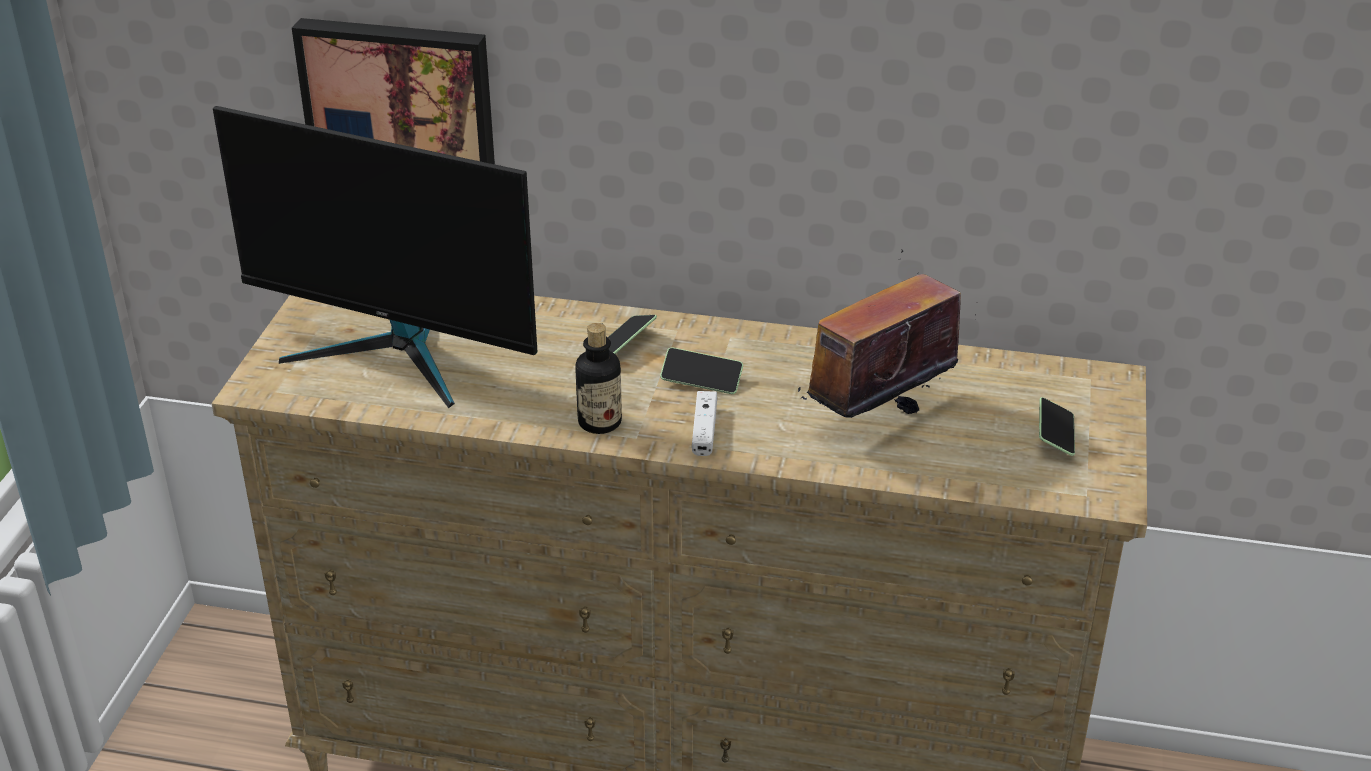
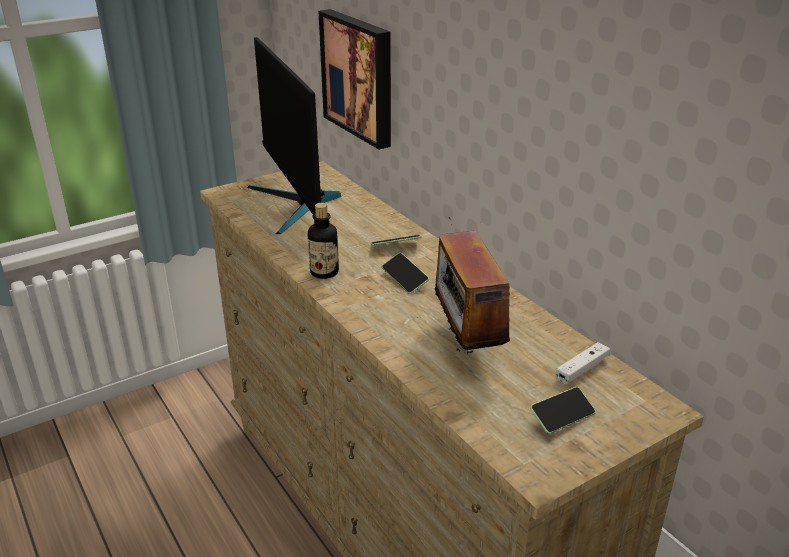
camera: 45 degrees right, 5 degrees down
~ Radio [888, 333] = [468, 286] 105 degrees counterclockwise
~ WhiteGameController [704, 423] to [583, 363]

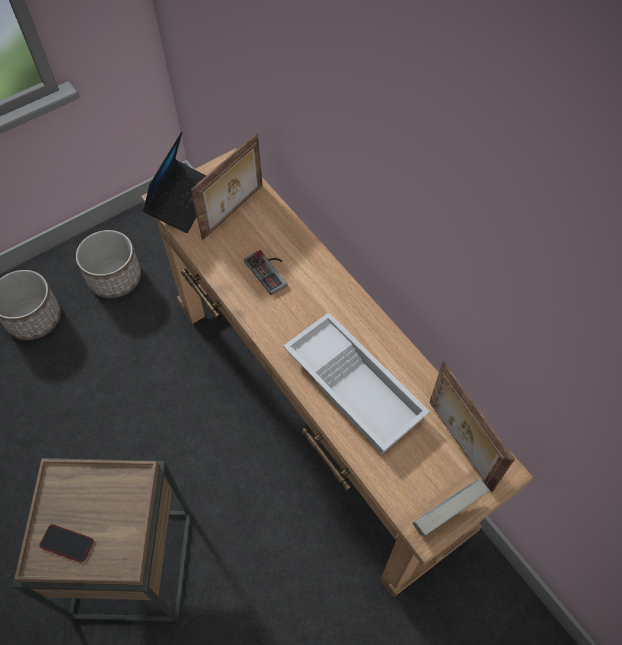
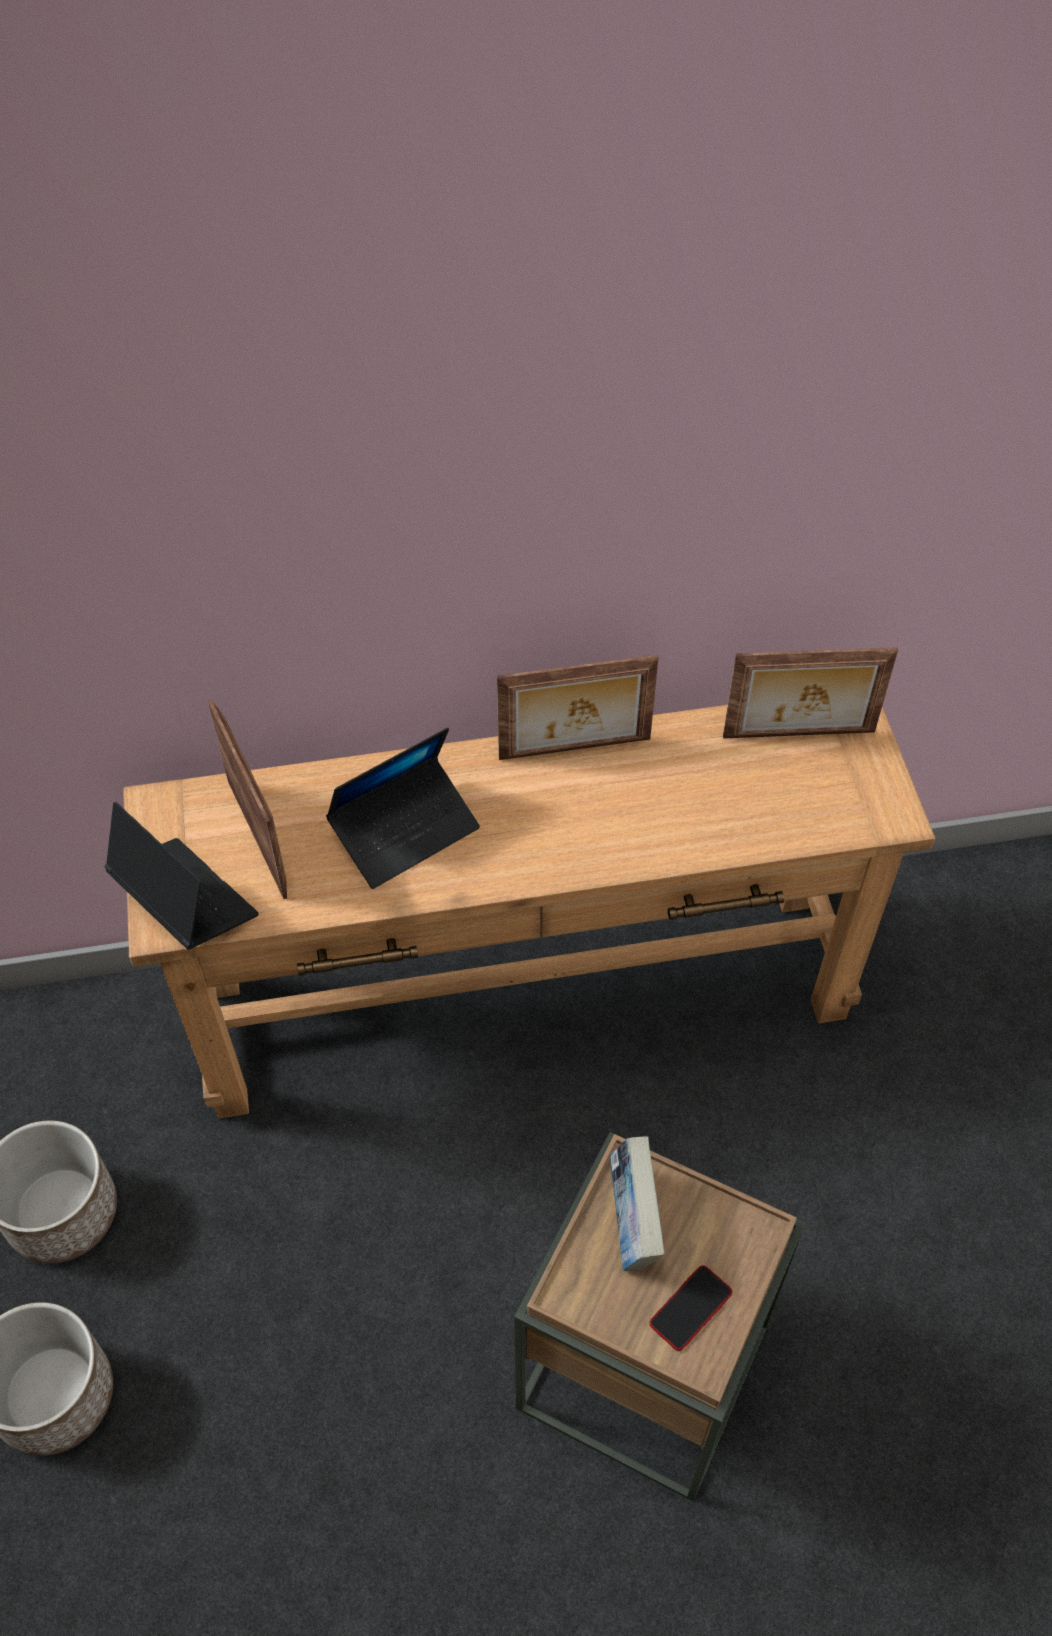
camera: 65 degrees left, 5 degrees down
~ GameController [266, 272] to Laptop [403, 808]
- WhiteTray [356, 383]
~ Book [451, 507] to [637, 1203]
+ PictureFrame [578, 707]

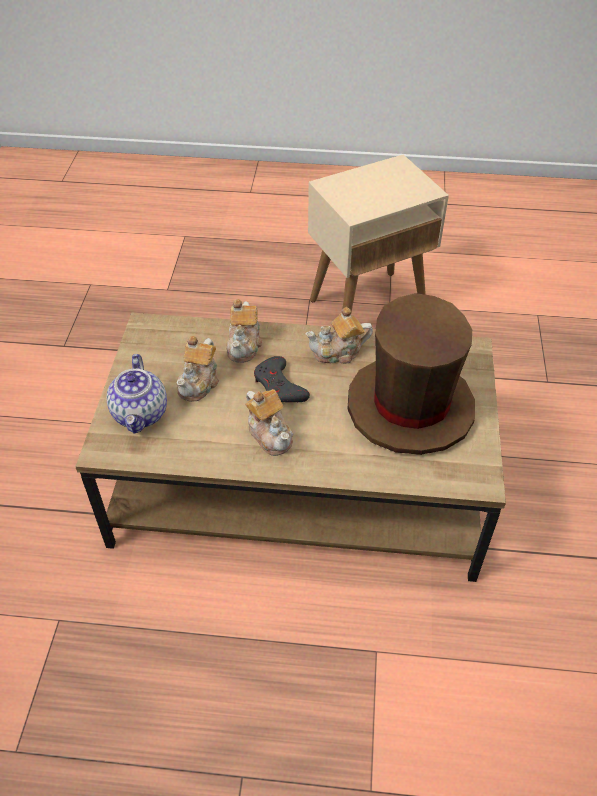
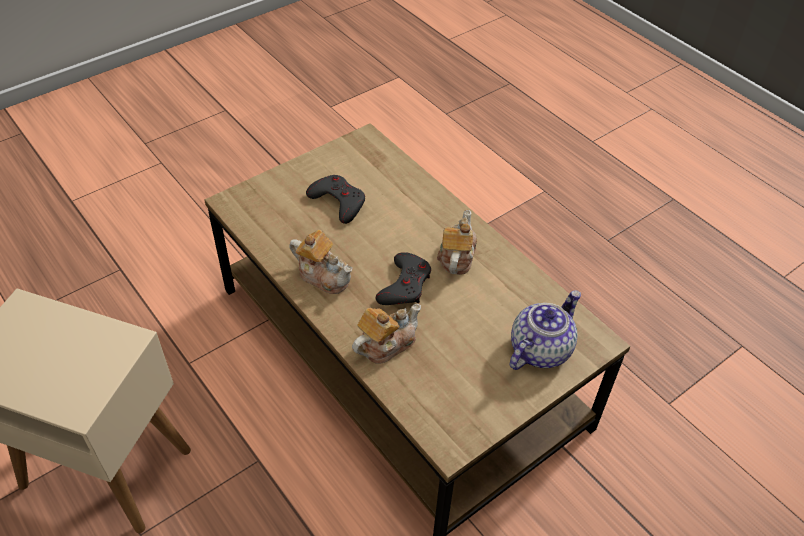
camera: 135 degrees left, 0 degrees up
~ BrownHat [411, 374] to GreyGameController [335, 199]
- Teapot [198, 369]

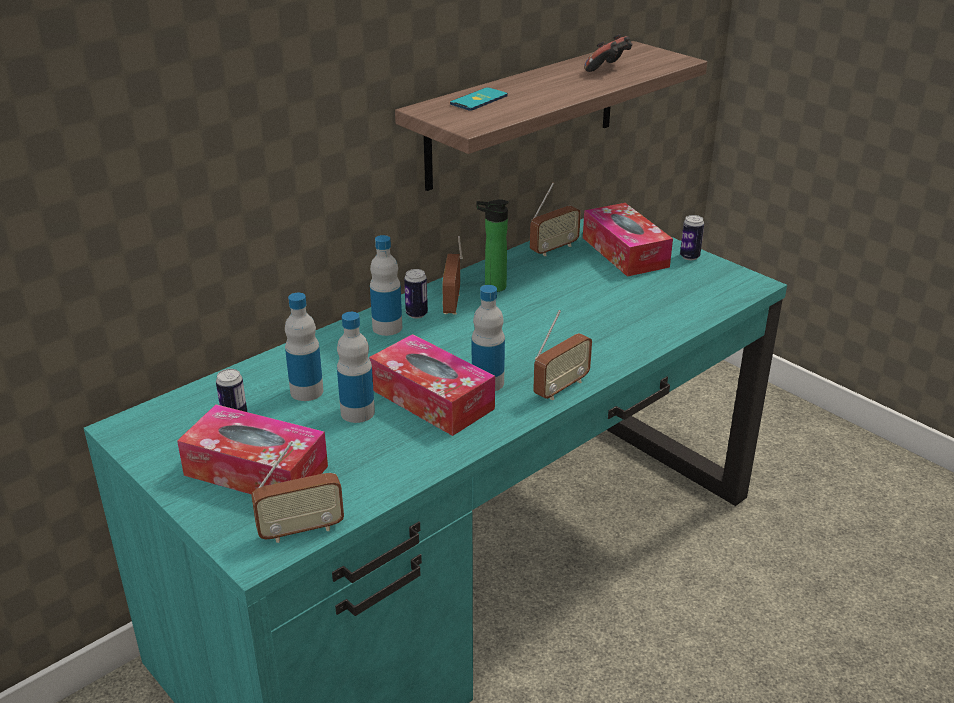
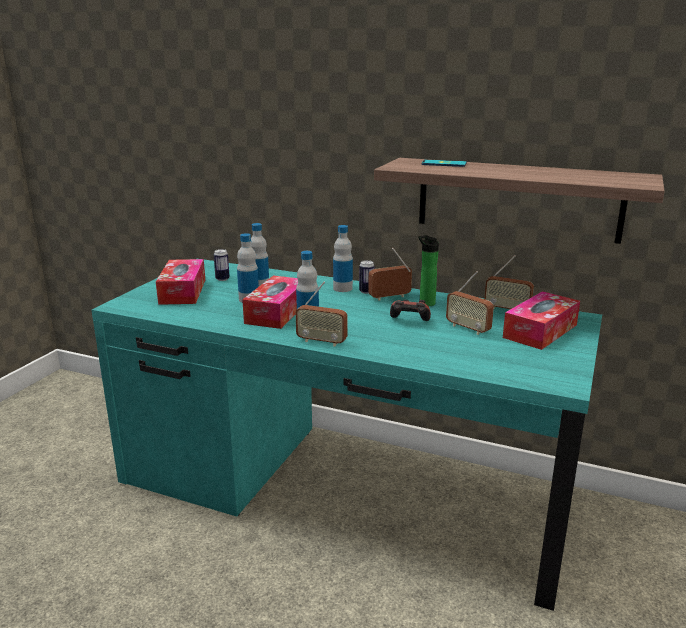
camera: 65 degrees right, 10 degrees down
~ GameController [608, 53] to [410, 310]
- Can [692, 237]
~ Radio [297, 492] to [470, 303]

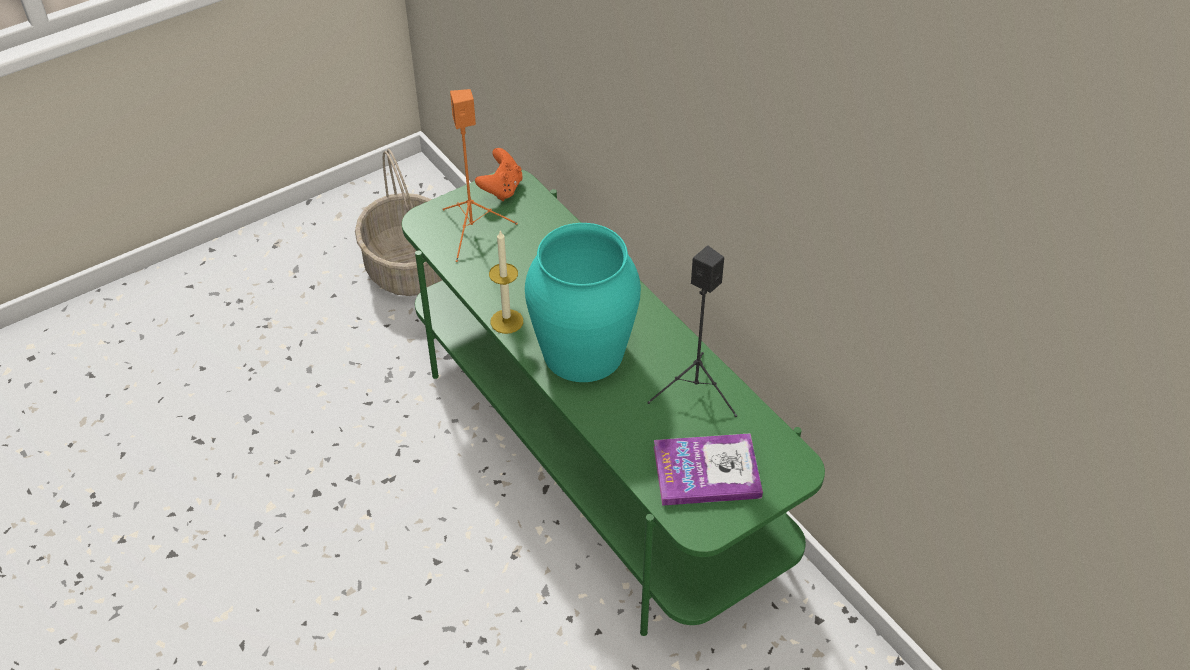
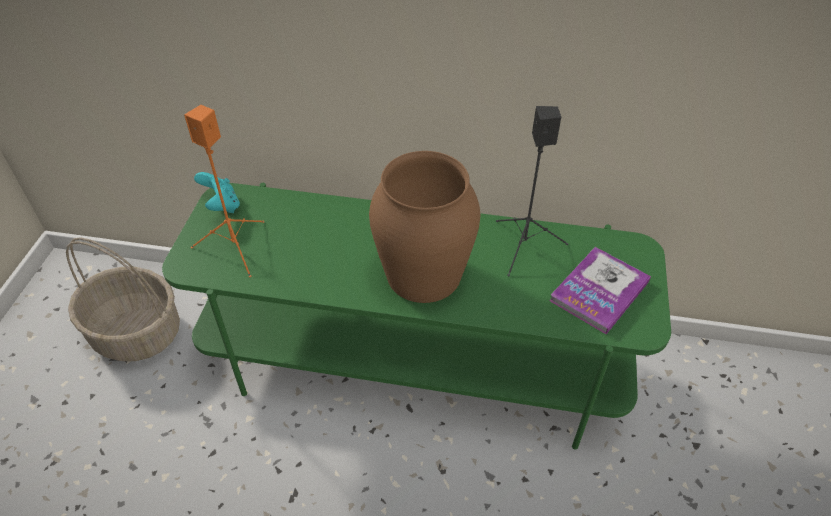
camera: 45 degrees left, 0 degrees up
~ OrangeGameController [499, 174] to TurquoiseGameController [217, 192]
~ TurquoiseVase [583, 302] to BrownVase [424, 227]
- Candle [506, 282]

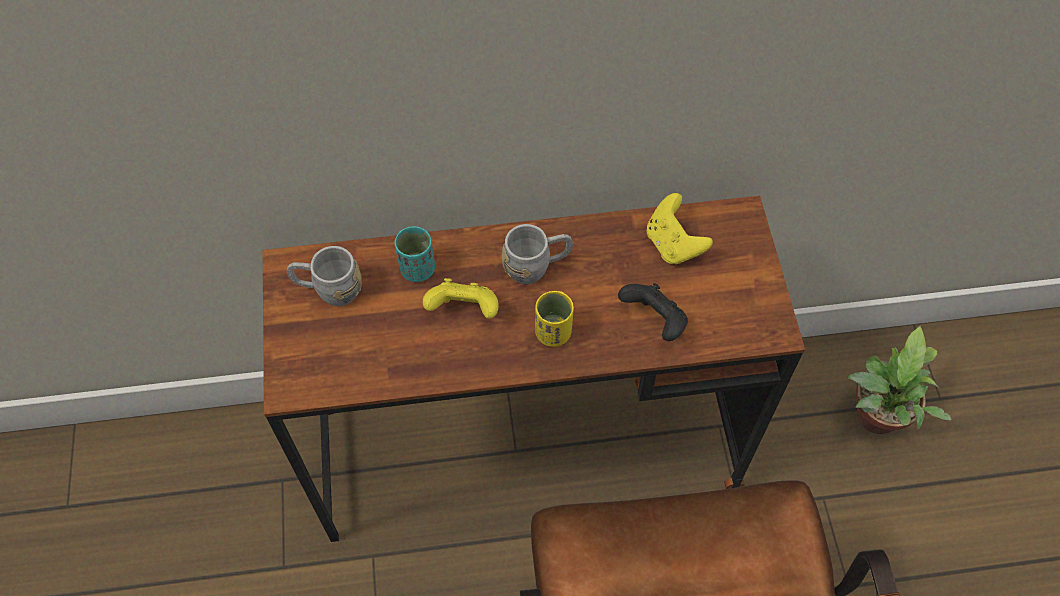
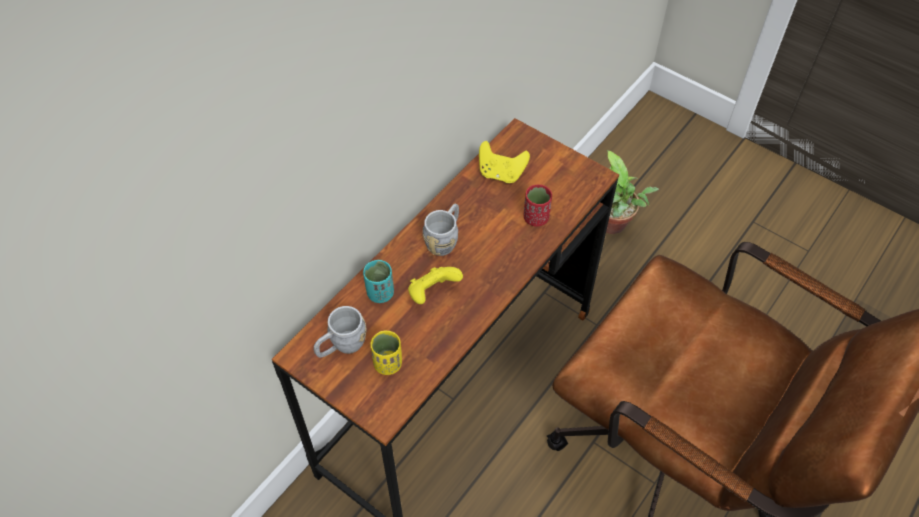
camera: 45 degrees left, 5 degrees down
~ BlackGameController [653, 312] to RedCup [537, 206]
~ YellowCup [554, 319] to [386, 353]

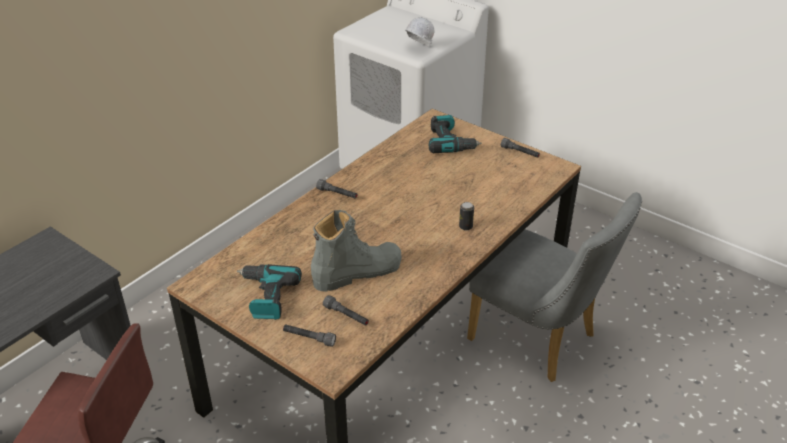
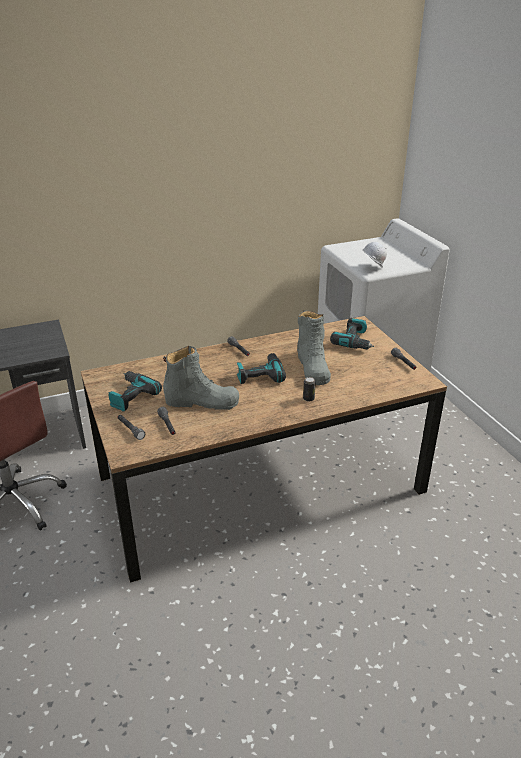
camera: 30 degrees right, 5 degrees down
- GreyChair [554, 287]
+ GreyBoot [314, 347]
+ PowerDrill [261, 368]

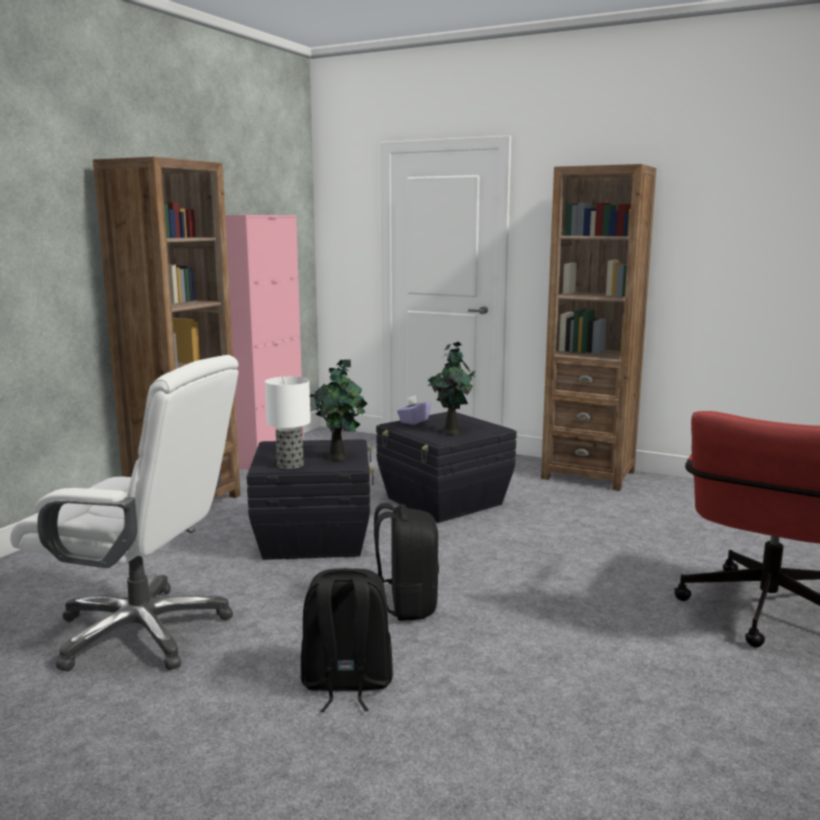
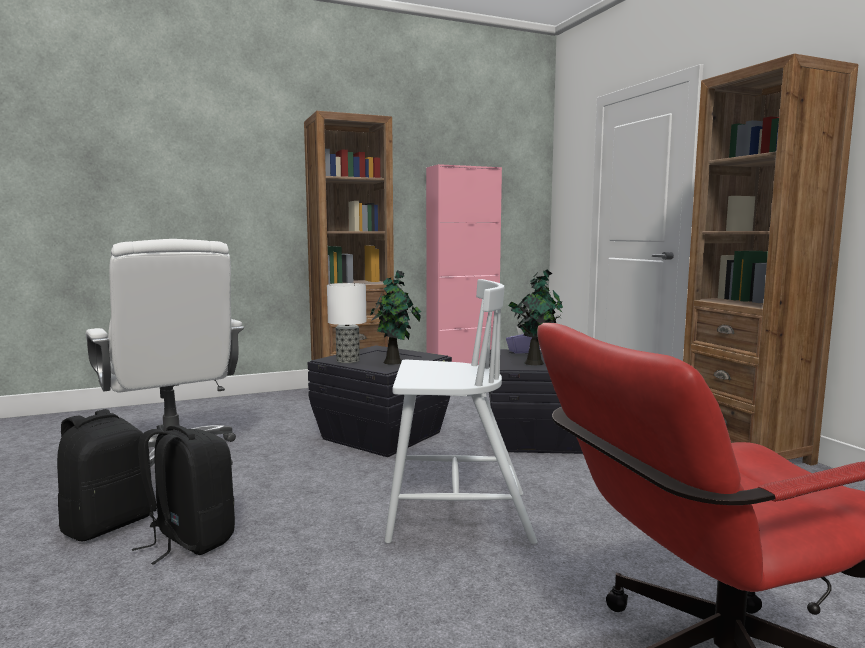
camera: 40 degrees right, 5 degrees down
~ BlackBackpack [406, 562] to [104, 475]
+ WhiteChair [461, 411]

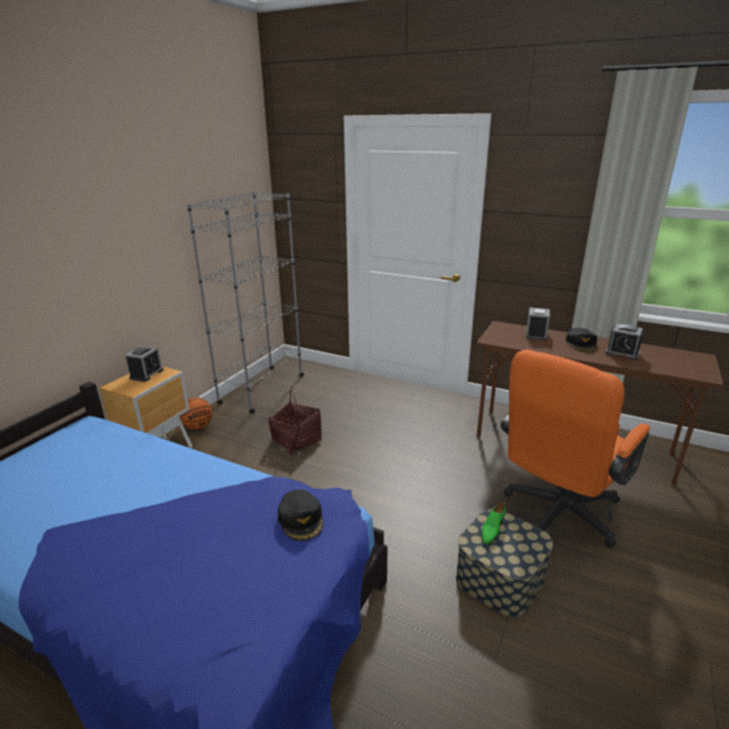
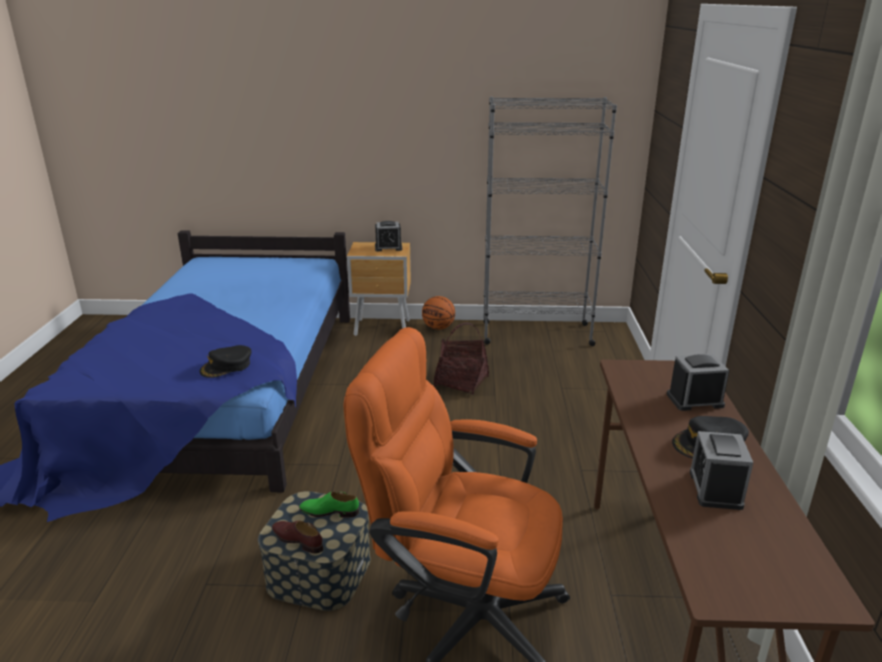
camera: 65 degrees right, 0 degrees up
+ BrownShoe [297, 537]

